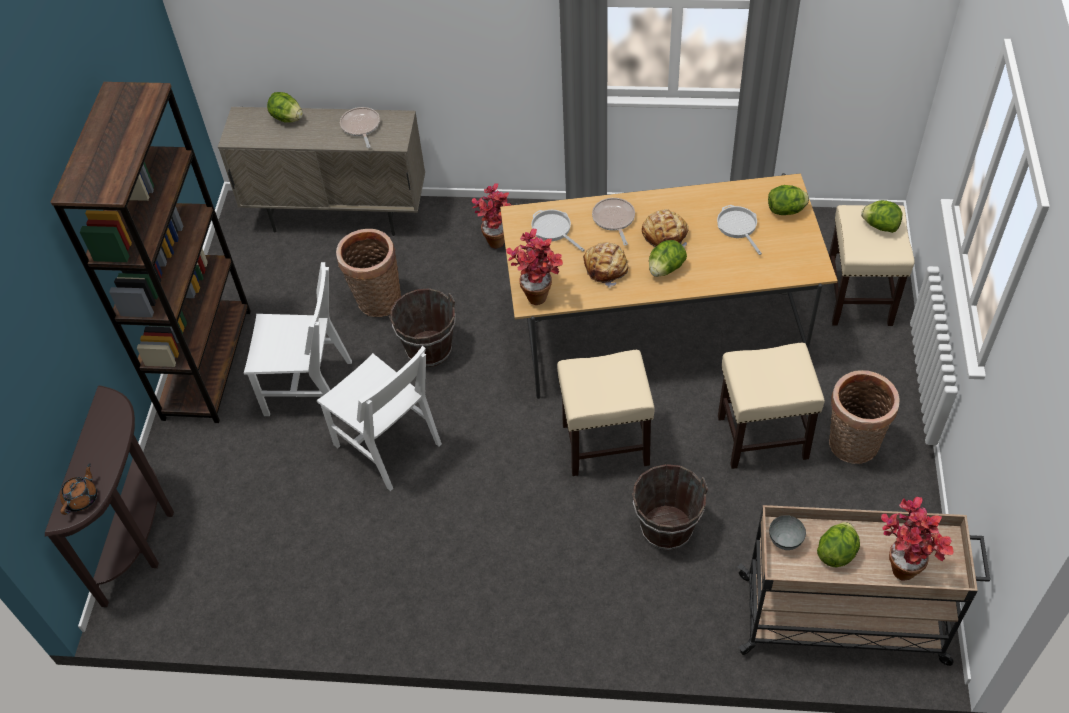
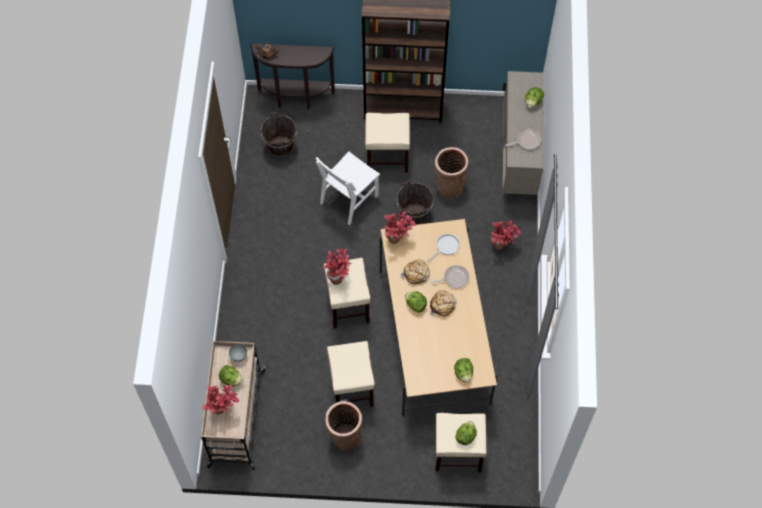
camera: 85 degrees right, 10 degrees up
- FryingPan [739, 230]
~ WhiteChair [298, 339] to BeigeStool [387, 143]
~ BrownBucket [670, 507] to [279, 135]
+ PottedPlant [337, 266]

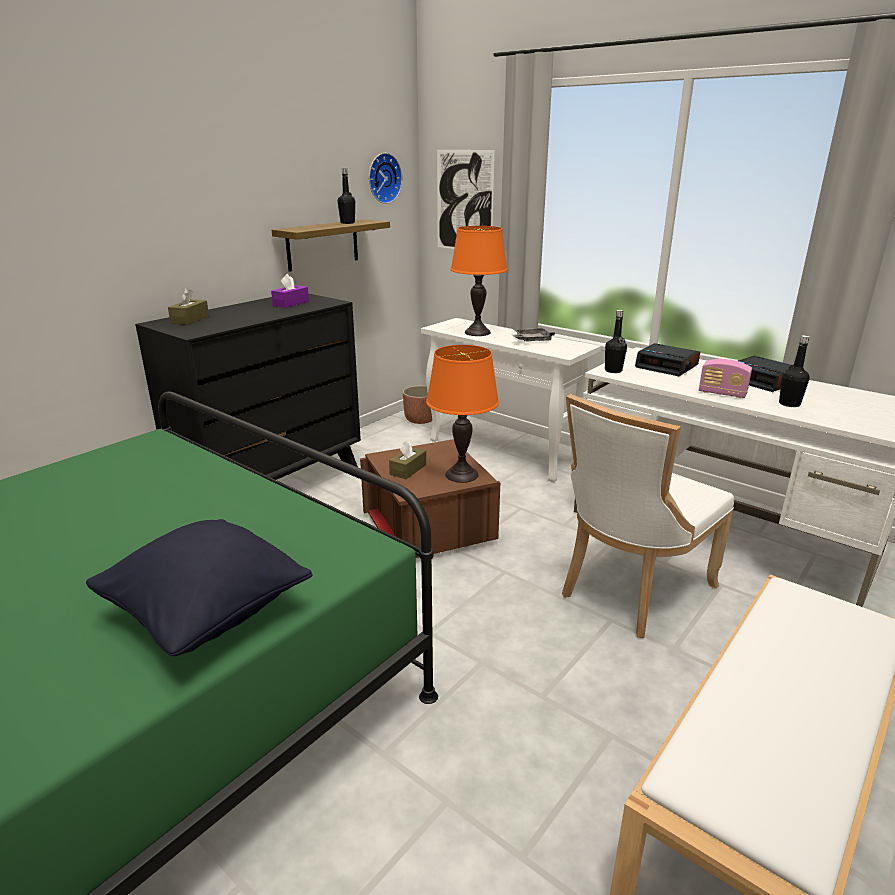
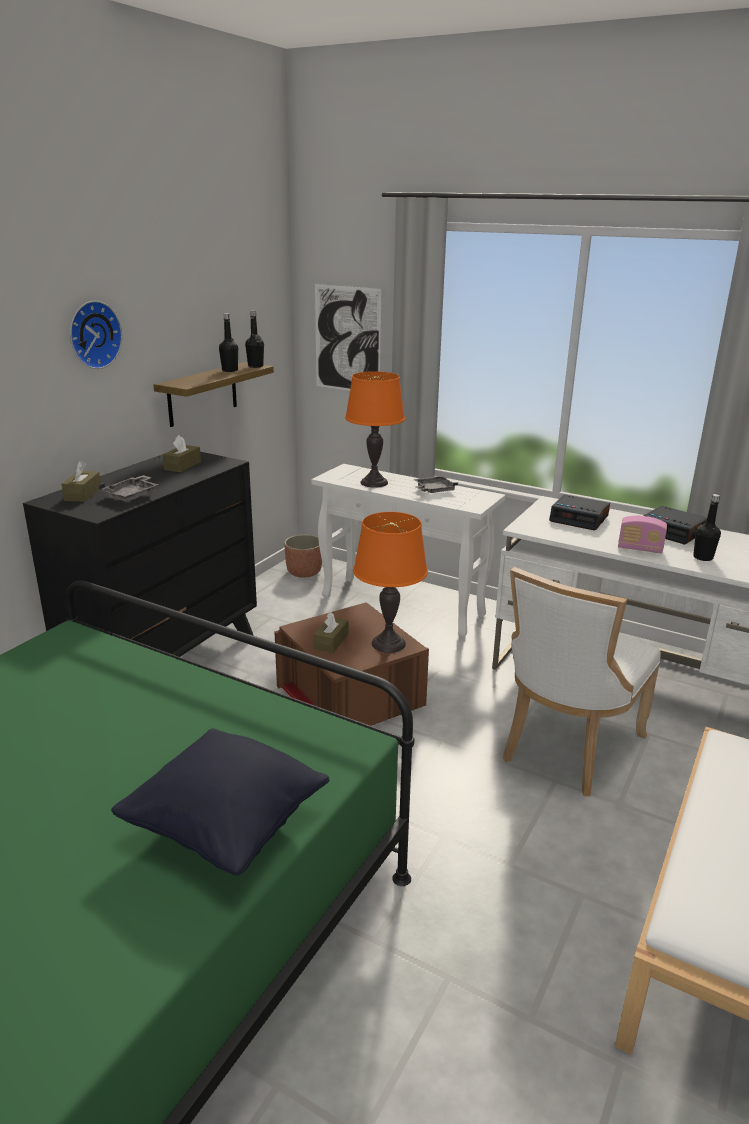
camera: 10 degrees left, 0 degrees up
~ WallClock [385, 178] to [96, 335]
~ PurpleTissueBox [290, 291] to BrownTissueBox [182, 453]
~ BlackBottle [616, 341] to [254, 339]
+ GreyTray [128, 488]

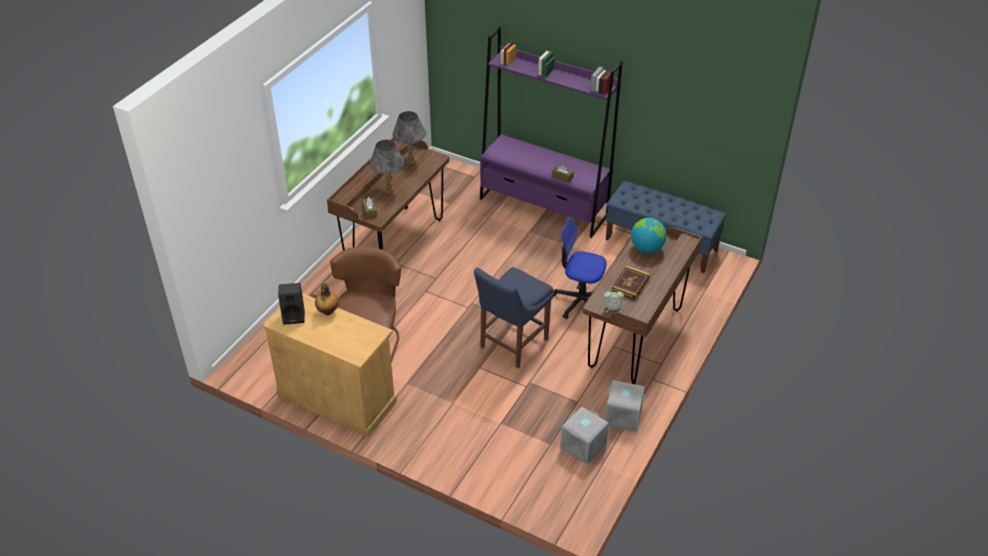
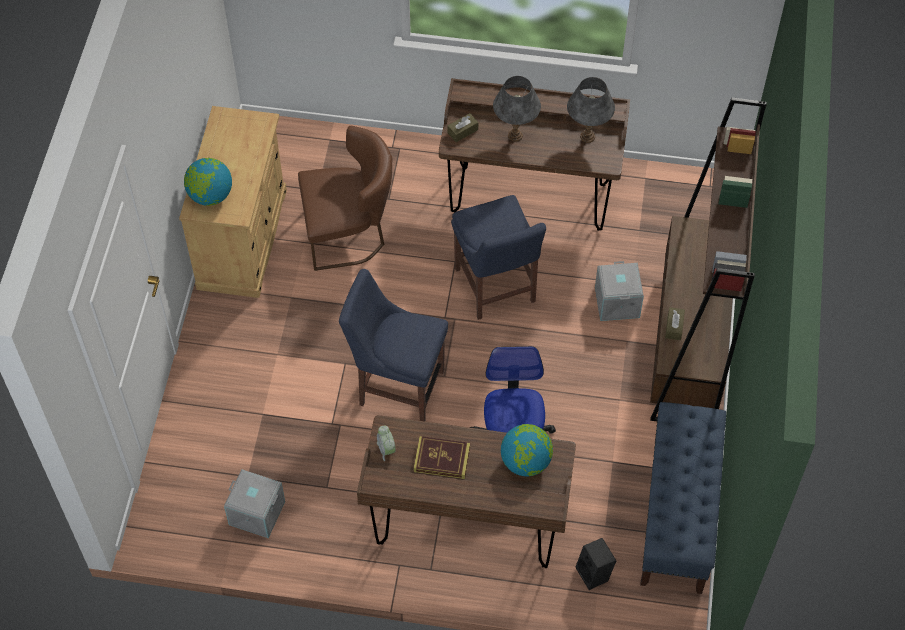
camera: 70 degrees right, 15 degrees up
~ PurpleBookcase [551, 132] to BrownBookcase [708, 259]
~ BlackSpeaker [291, 304] to [596, 564]
- Bottle [327, 299]
~ GreyStorageBox [625, 406] to [619, 291]
+ Globe [208, 182]
+ BlueChair [498, 257]

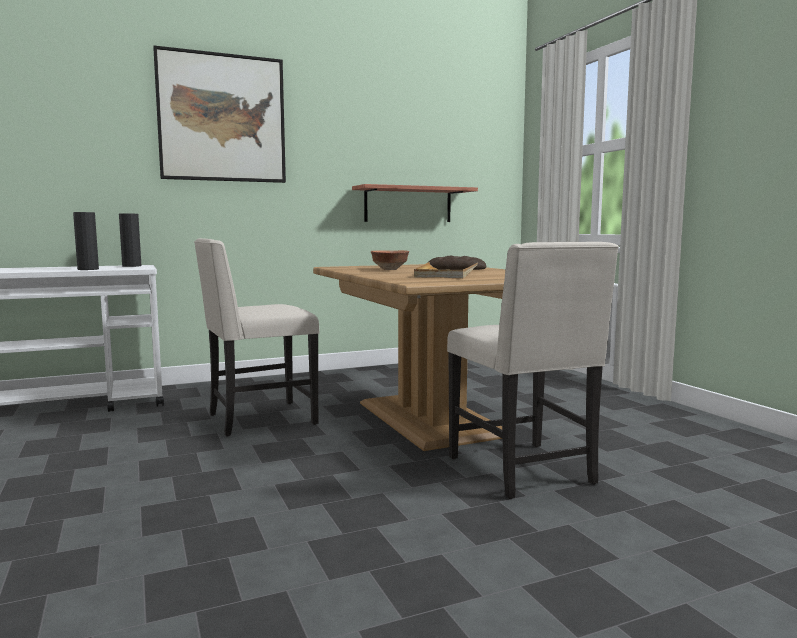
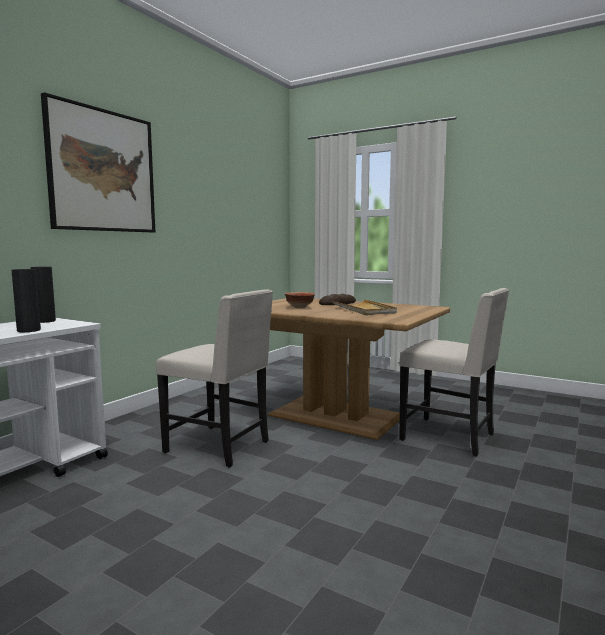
camera: 35 degrees left, 0 degrees up
- Shelf [415, 203]
~ BeigeChair [256, 337] = [214, 378] 90 degrees counterclockwise

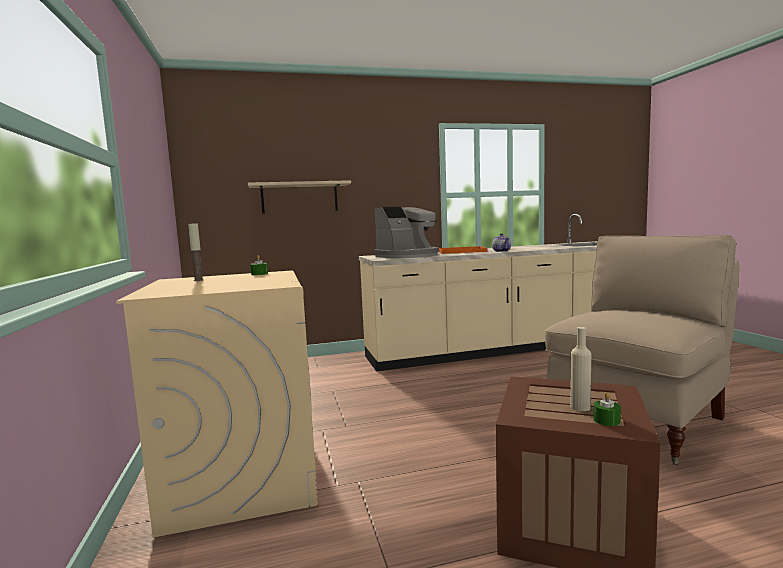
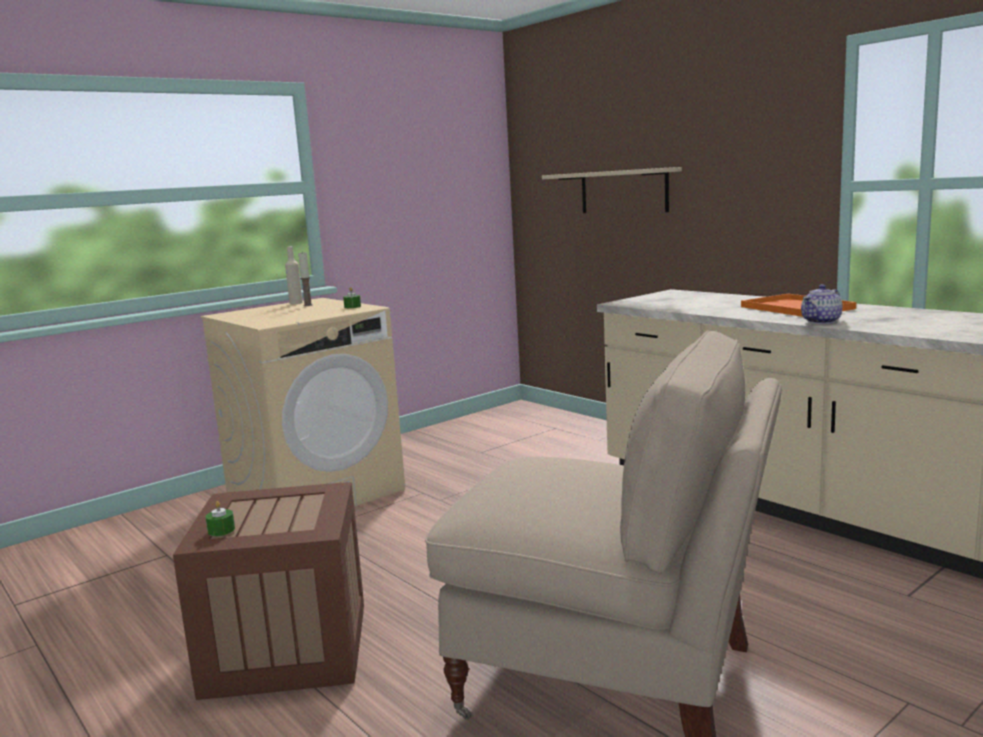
camera: 65 degrees right, 5 degrees up
- CoffeeMachine [406, 232]
~ BeigeBottle [580, 369] to [294, 275]

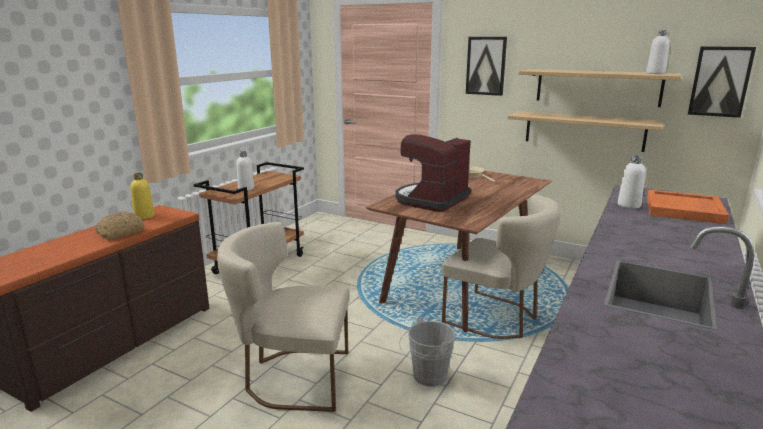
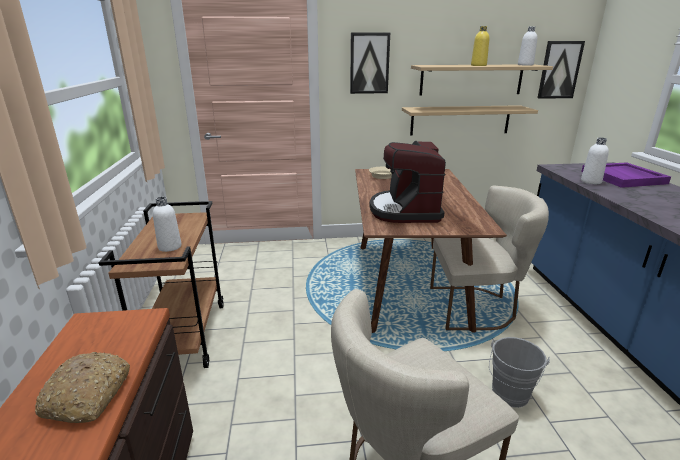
camera: 35 degrees left, 5 degrees up
~ YellowBottle [142, 196] to [480, 46]
~ OrangeTray [688, 206] to PurpleTray [626, 175]

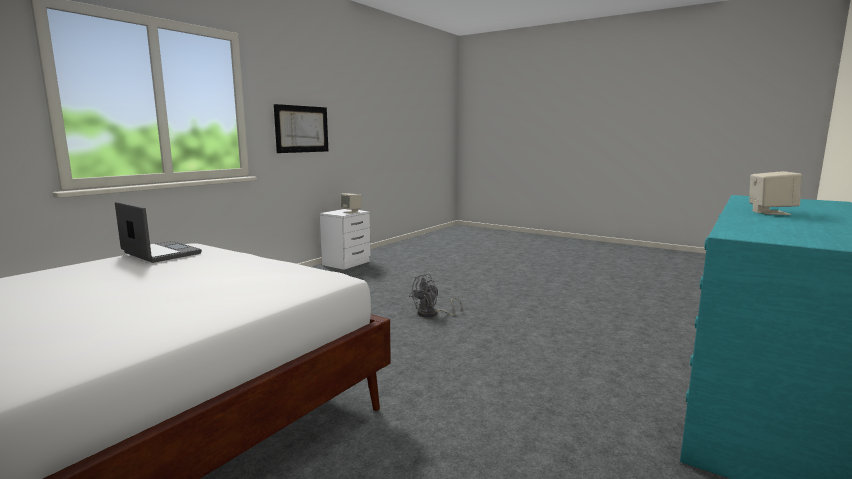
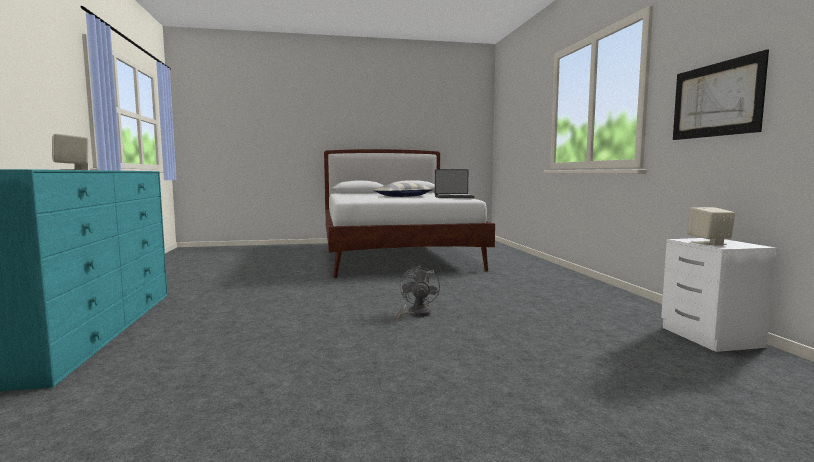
camera: 135 degrees right, 5 degrees down
+ Pillow [403, 190]

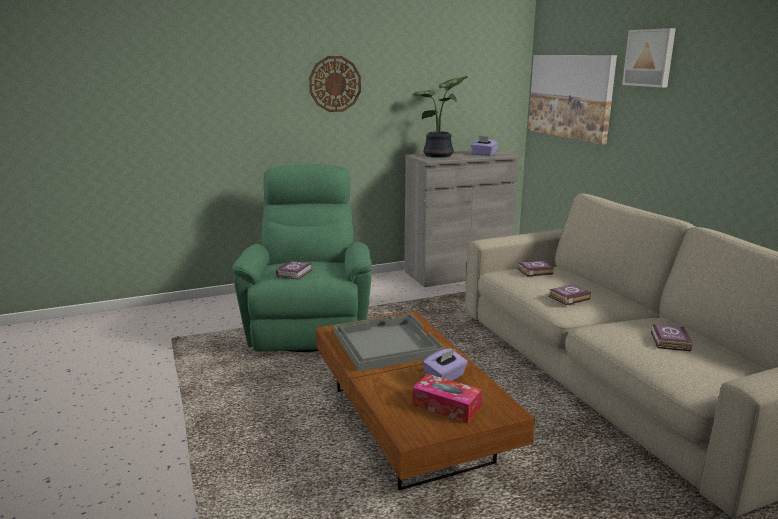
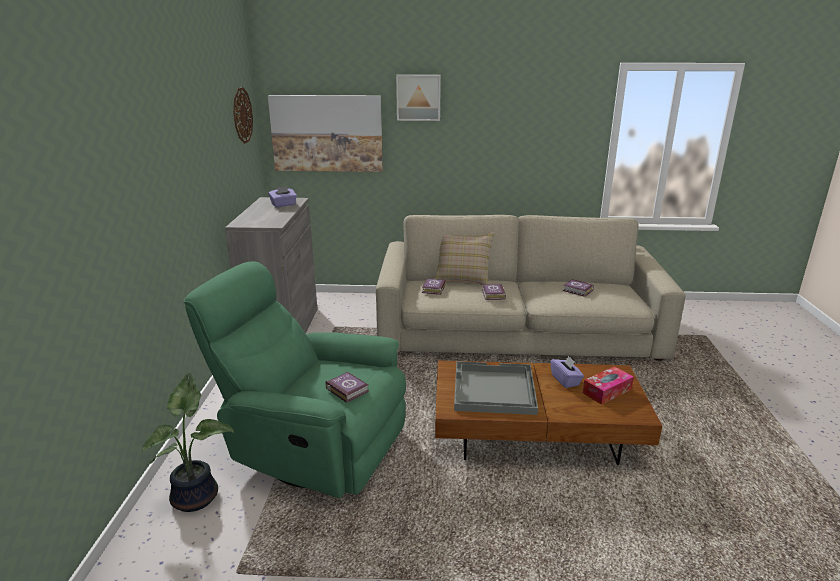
camera: 65 degrees left, 5 degrees up
~ WallClock [335, 84] to [243, 115]
~ PottedPlant [440, 117] to [188, 442]
+ BeigePillow [464, 258]

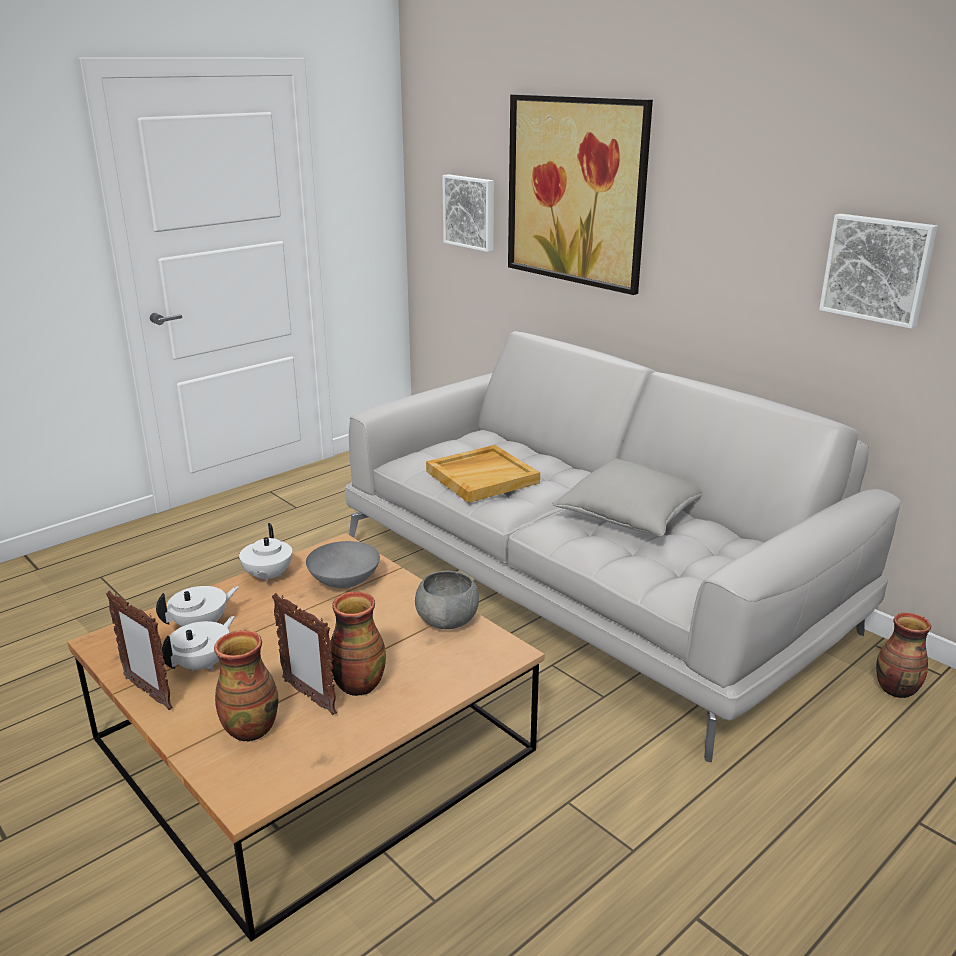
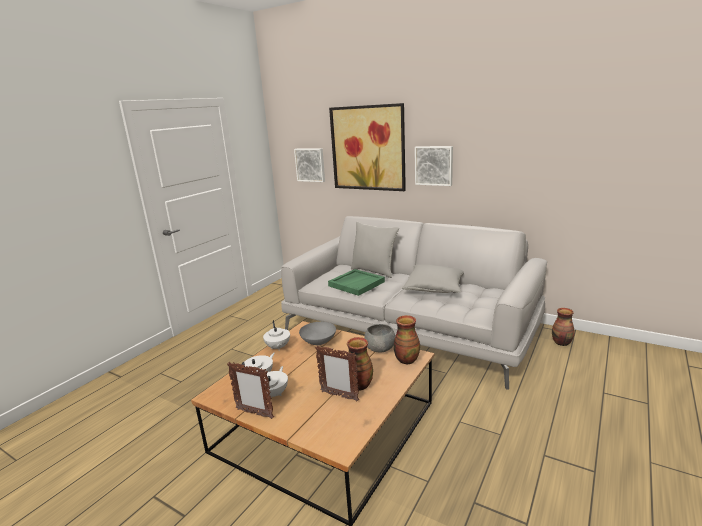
camera: 15 degrees left, 5 degrees down
~ Picture [878, 271] to [434, 166]
~ BeigeTray [483, 474] to GreenTray [356, 282]
~ Vase [246, 685] to [407, 339]
+ GreyPillow [375, 250]

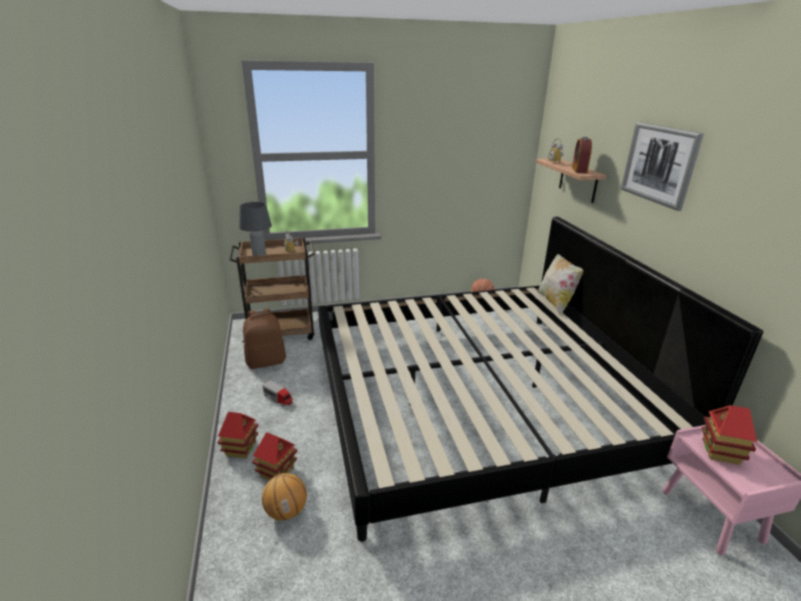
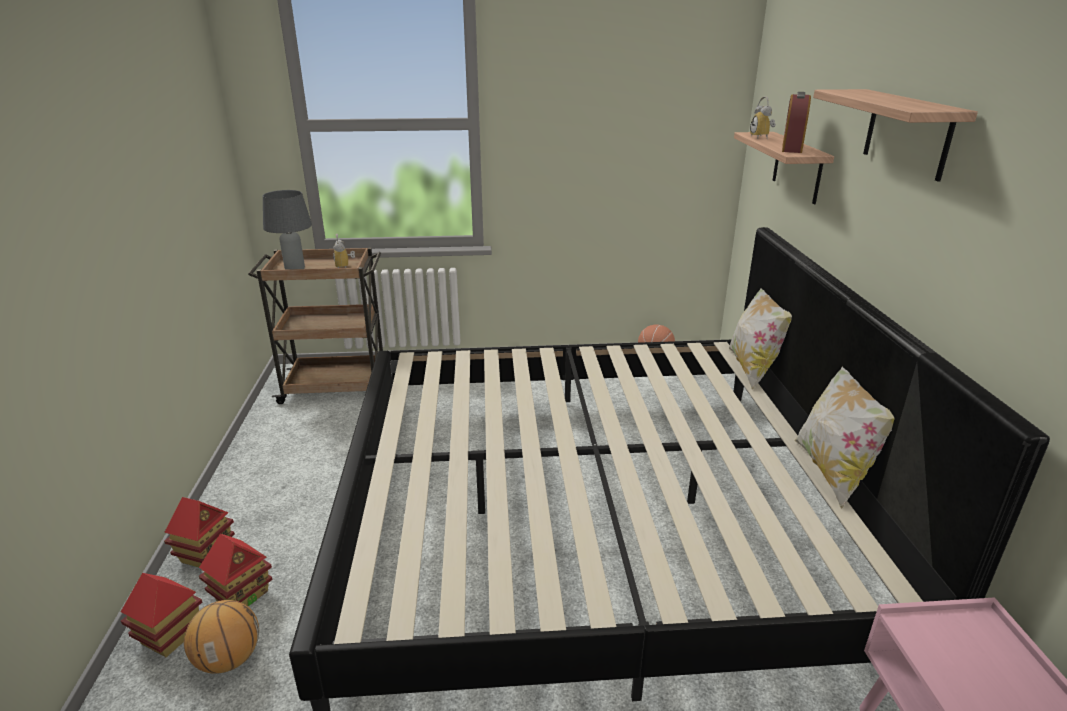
camera: 10 degrees right, 0 degrees up
~ Picture [662, 166] to Shelf [895, 135]
- BrownBackpack [264, 338]
- ToyTruck [277, 394]
~ ToyHouse [729, 435] to [161, 615]
+ Pillow [844, 437]

